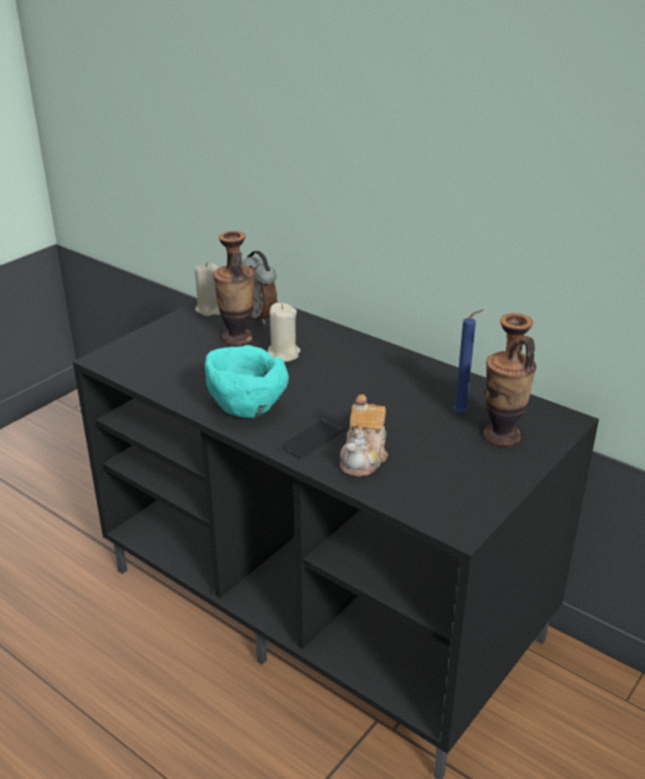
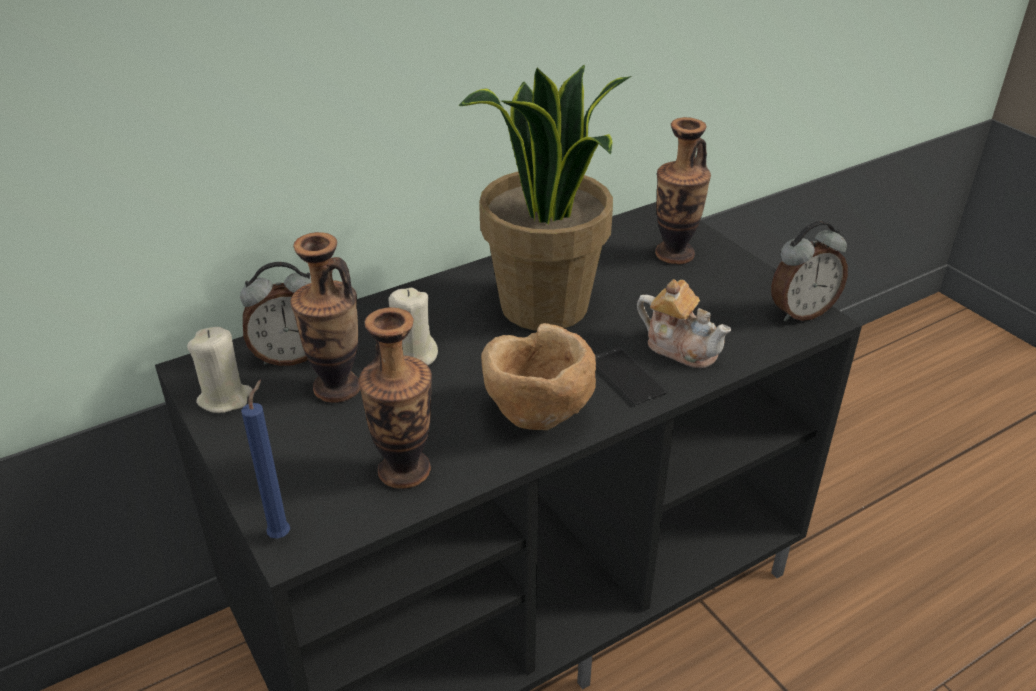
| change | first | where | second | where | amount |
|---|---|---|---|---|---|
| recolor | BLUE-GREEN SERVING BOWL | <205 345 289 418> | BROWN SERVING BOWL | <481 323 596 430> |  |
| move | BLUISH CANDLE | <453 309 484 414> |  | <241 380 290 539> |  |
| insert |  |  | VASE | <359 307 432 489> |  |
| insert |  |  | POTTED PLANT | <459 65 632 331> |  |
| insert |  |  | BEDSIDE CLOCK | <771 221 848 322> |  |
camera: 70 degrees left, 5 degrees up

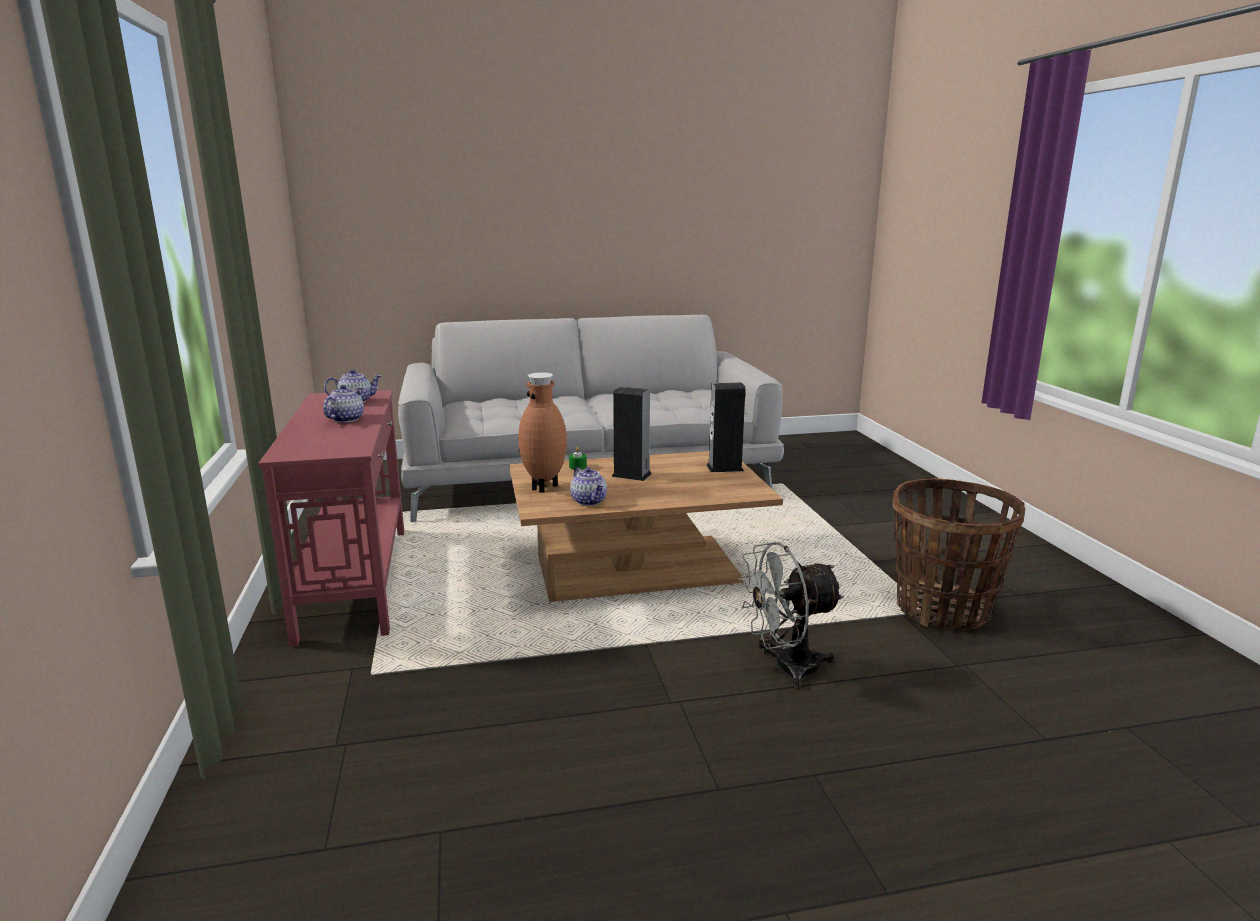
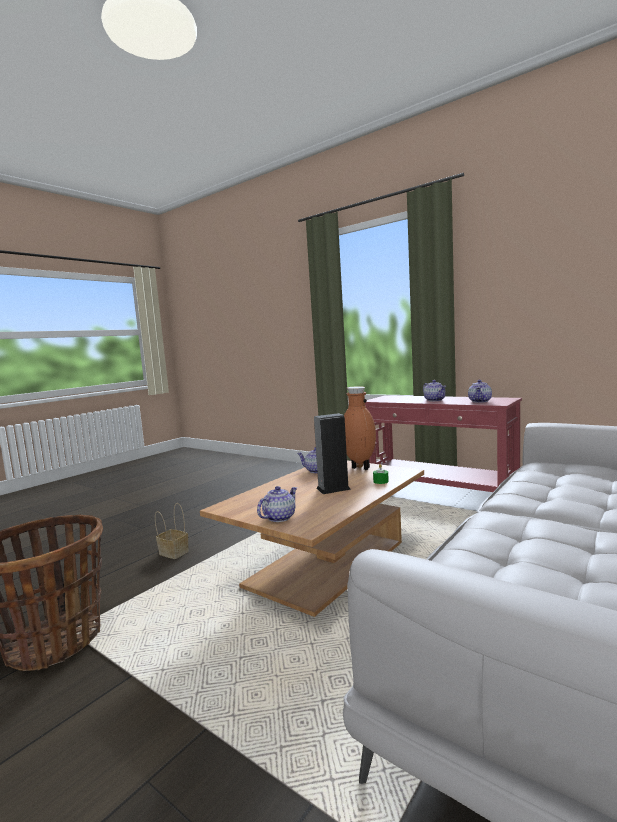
| change | first | where | second | where | amount |
|---|---|---|---|---|---|
| replace | LOUDSPEAKER | <707 383 745 472> | POT FOR TEA | <257 486 297 522> |  |
| replace | GRAY ELECTRIC FAN | <738 542 844 689> | STORAGE BASKET | <155 503 189 559> |  |
camera: 140 degrees right, 10 degrees down

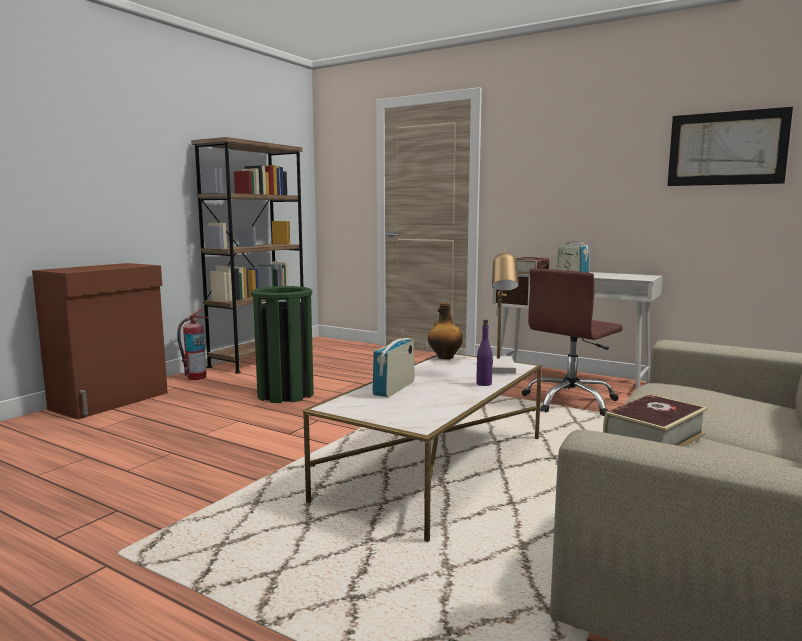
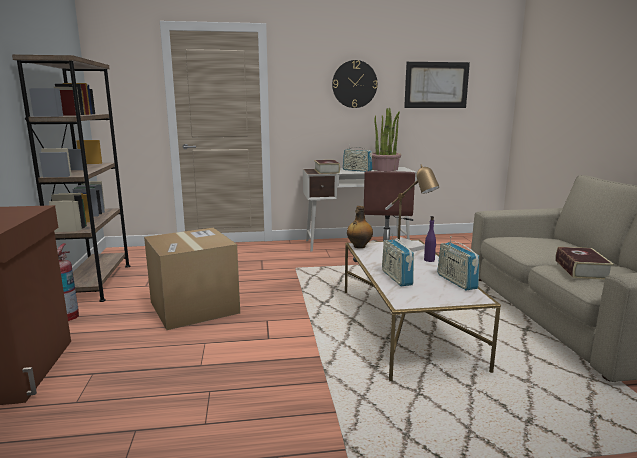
| change | first | where | second | where | amount |
|---|---|---|---|---|---|
| replace | GREENISH WASTE BIN | <251 286 314 403> | CARTON | <144 228 240 330> |  |
| insert |  |  | HANGING CLOCK | <332 60 377 108> |  |
| insert |  |  | POTTED PLANT | <372 108 401 171> |  |
| insert |  |  | RADIO | <437 236 480 291> |  |
camera: 40 degrees left, 5 degrees up

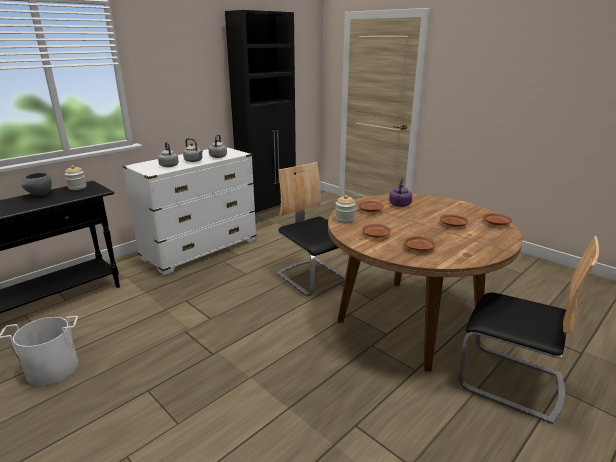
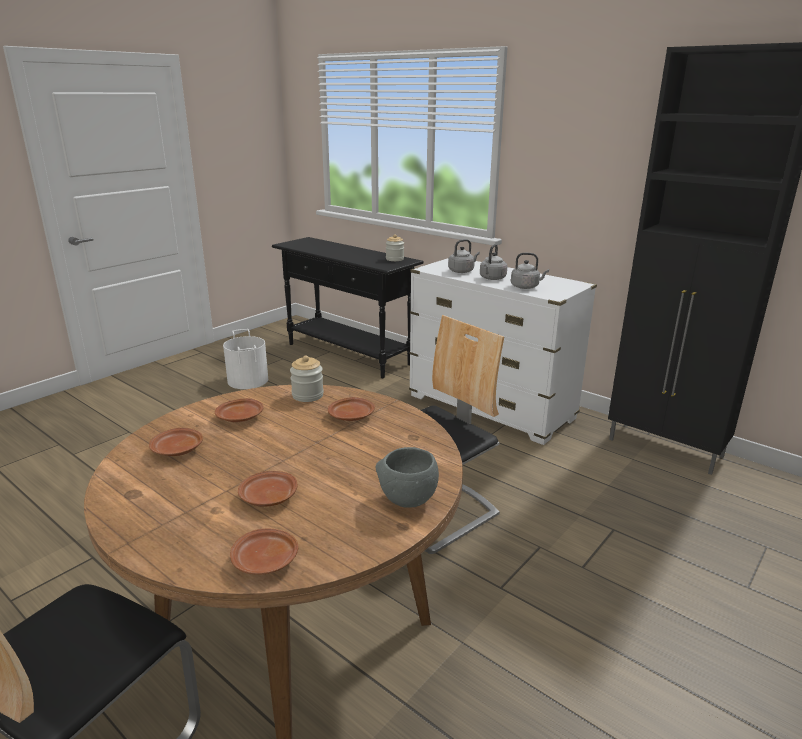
| change | first | where | second | where | amount |
|---|---|---|---|---|---|
| move | GRAY SERVING BOWL | <21 173 52 196> |  | <376 447 439 508> |  |
| delete | PURPLISH KETTLE | <389 177 412 207> |  |  |  |
camera: 85 degrees right, 0 degrees up

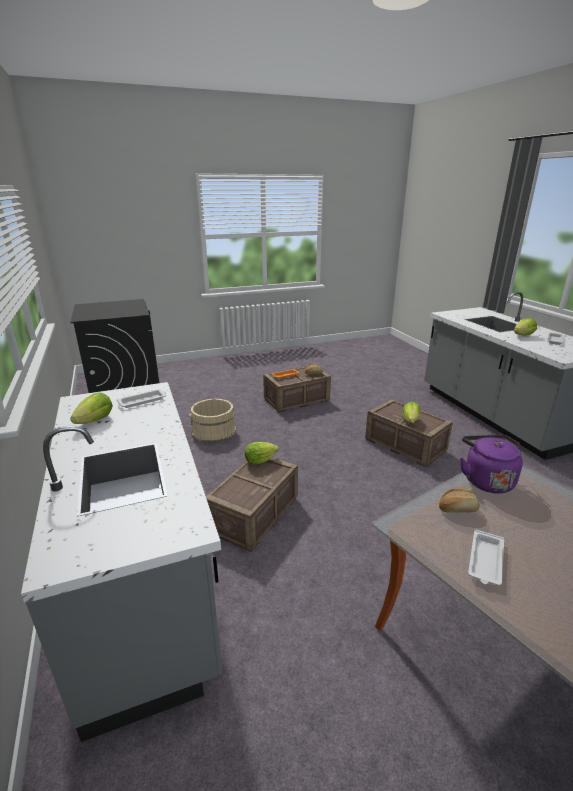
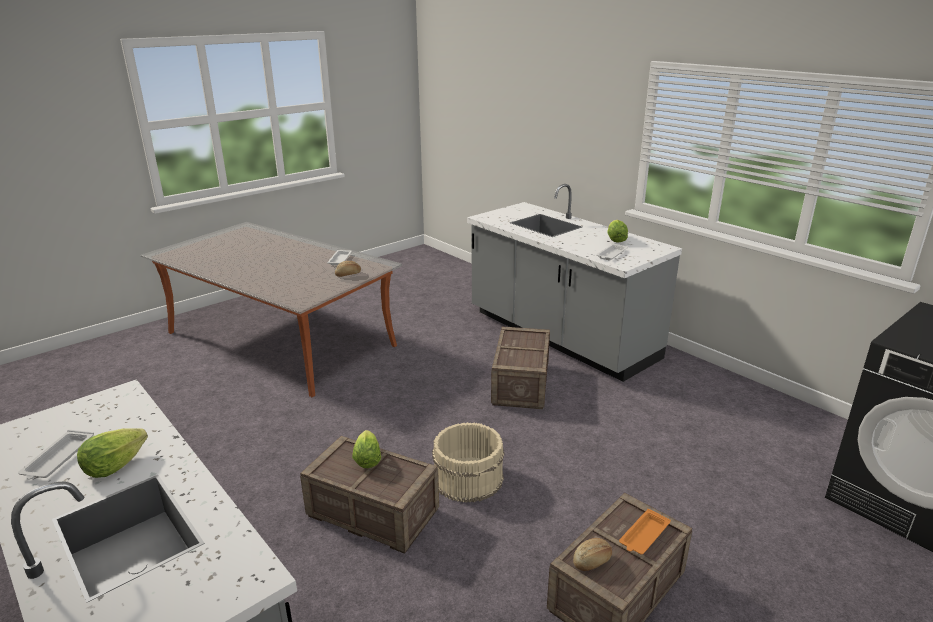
| change | first | where | second | where | amount |
|---|---|---|---|---|---|
| move | BEIGE BUCKET | <189 399 236 443> |  | <432 422 504 503> |  |
| delete | LETTUCE | <245 442 279 465> |  |  |  |
| delete | PURPLISH KETTLE | <460 435 523 493> |  |  |  |
camera: 160 degrees right, 0 degrees up

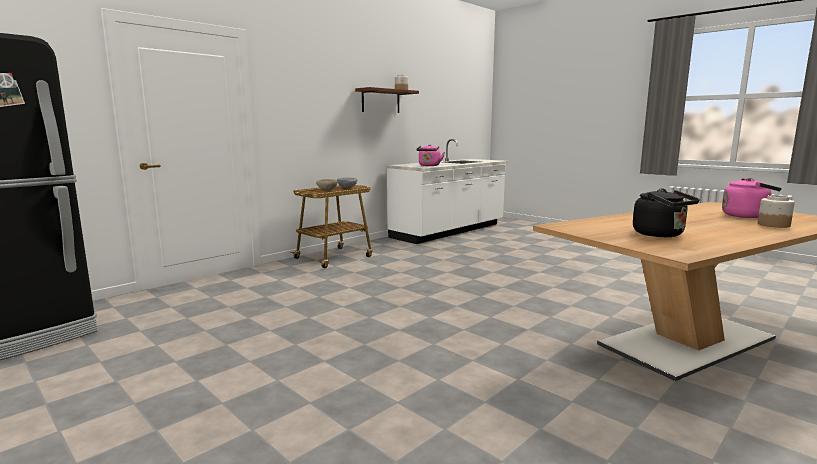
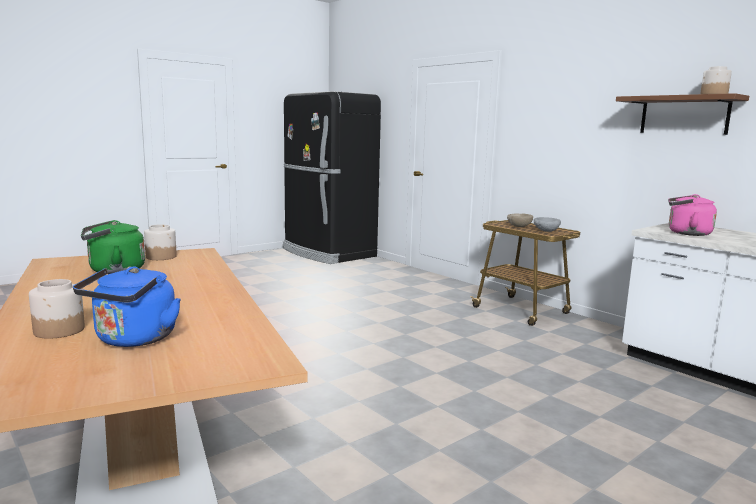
| change | first | where | second | where | amount |
|---|---|---|---|---|---|
| recolor | BLACK KETTLE | <633 188 700 237> | GREENISH KETTLE | <81 220 145 274> |  |
| recolor | PINKISH KETTLE | <722 178 782 218> | BLUISH KETTLE | <73 266 181 347> |  |
| insert |  |  | PRESERVE JAR | <144 224 177 260> |  |
camera: 95 degrees right, 0 degrees up

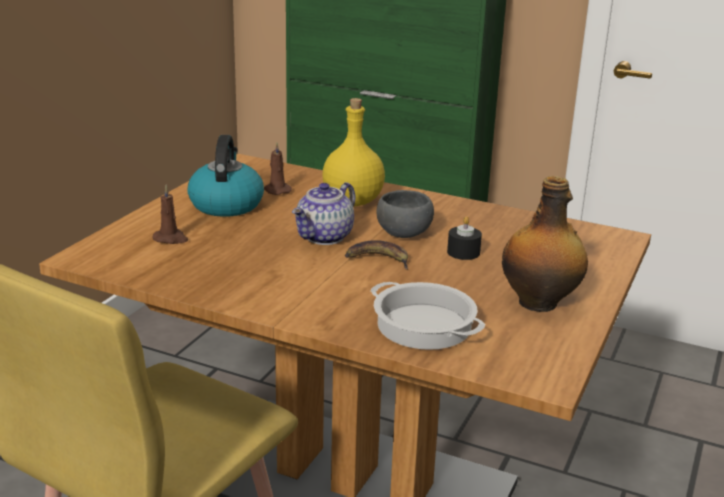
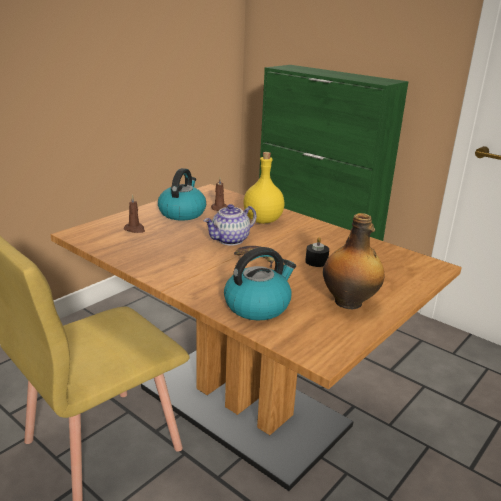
| change | first | where | second | where | amount |
|---|---|---|---|---|---|
| replace | STOCKPOT | <371 282 485 350> | KETTLE | <224 247 296 320> |  |
| delete | GRAY SERVING BOWL | <376 190 434 238> |  |  |  |
camera: 15 degrees right, 0 degrees up

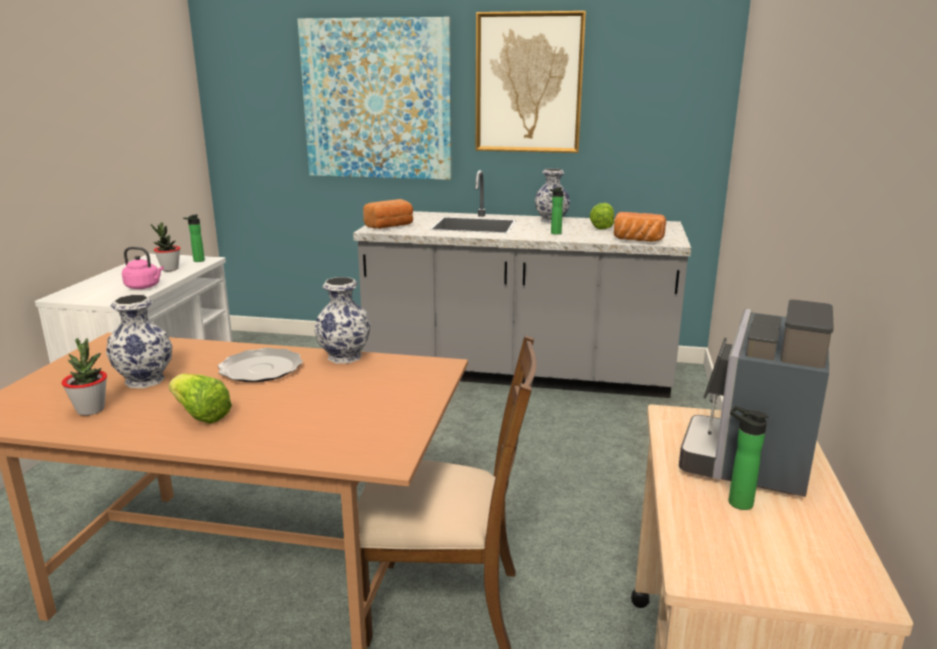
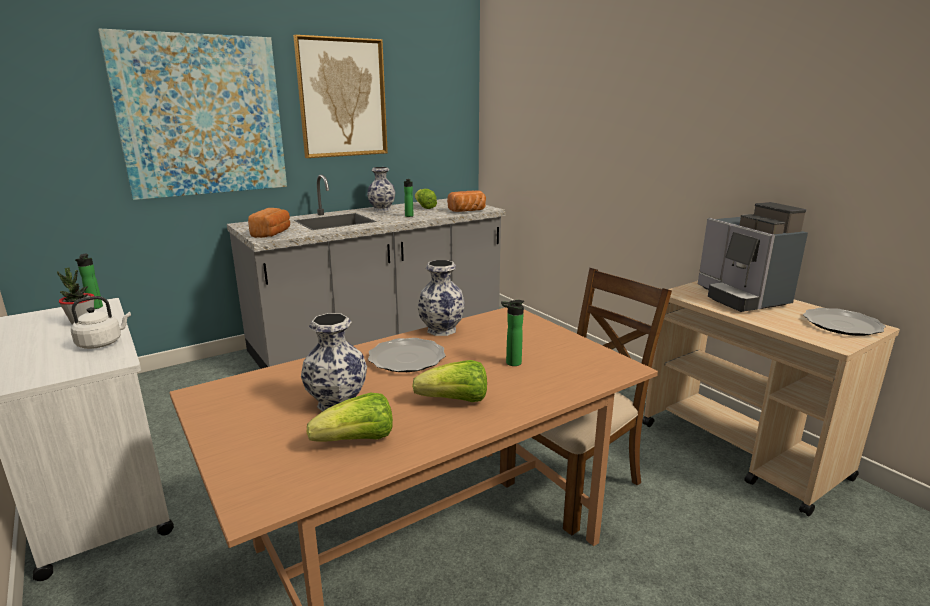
| change | first | where | second | where | amount |
|---|---|---|---|---|---|
| replace | POTTED PLANT | <62 338 107 415> | LETTUCE | <306 392 393 442> |  |
| recolor | PINKISH KETTLE | <122 247 164 289> | WHITISH KETTLE | <71 296 131 349> |  |
| move | DRINK BOTTLE | <729 406 768 510> |  | <501 300 524 366> |  |
| insert |  |  | FLAT DISH | <803 308 886 336> |  |
camera: 45 degrees left, 0 degrees up

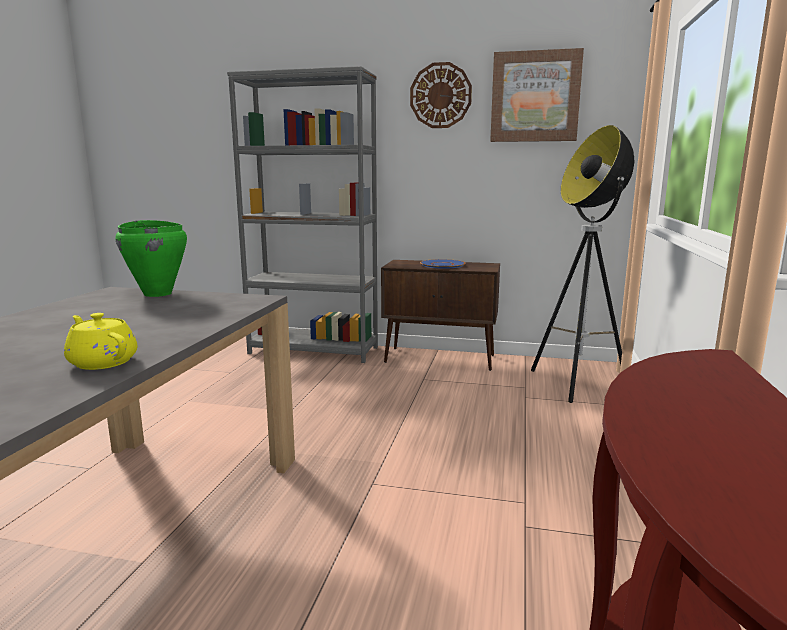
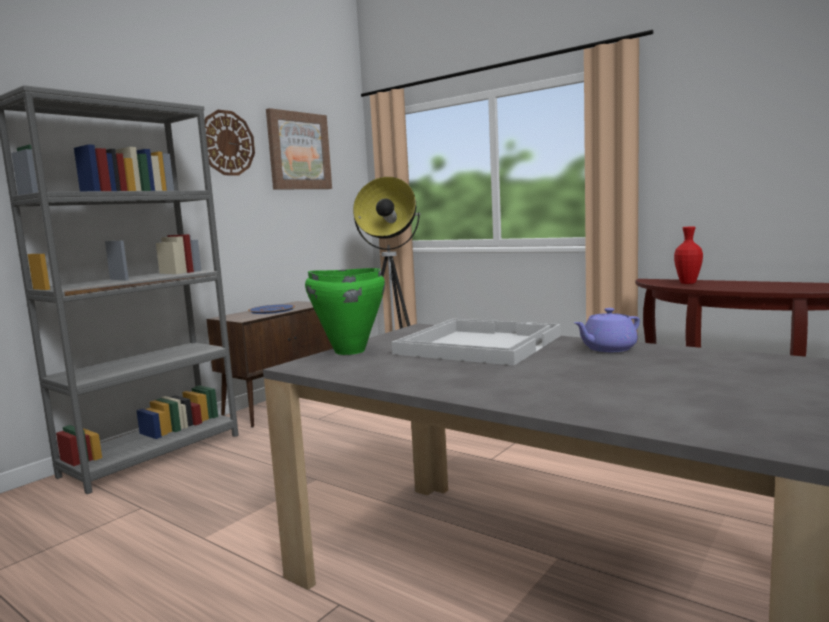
| change | first | where | second | where | amount |
|---|---|---|---|---|---|
| recolor | YELLOW-COLOURED POT FOR TEA | <64 313 137 370> | PURPLISH POT FOR TEA | <574 308 640 352> |  |
| insert |  |  | WHITISH TRAY | <392 319 561 365> |  |
| insert |  |  | REDDISH VASE | <674 227 703 284> |  |
camera: 65 degrees left, 5 degrees down

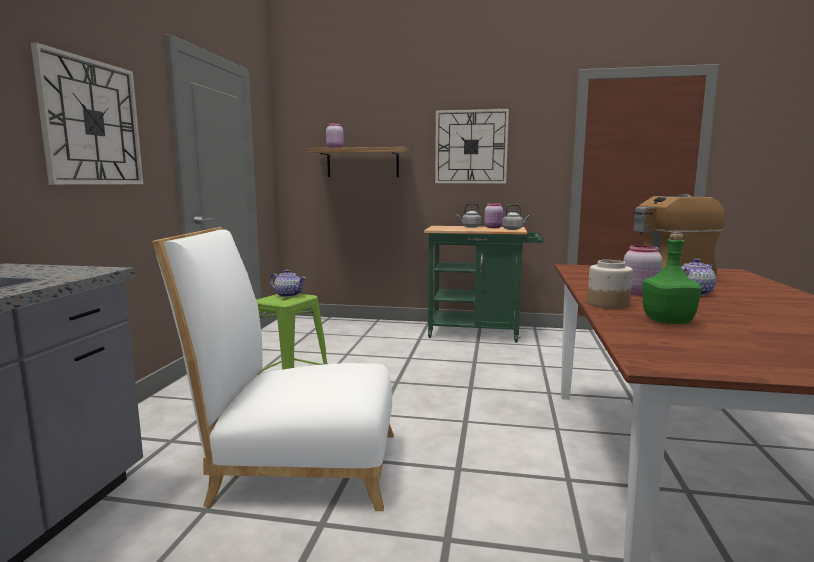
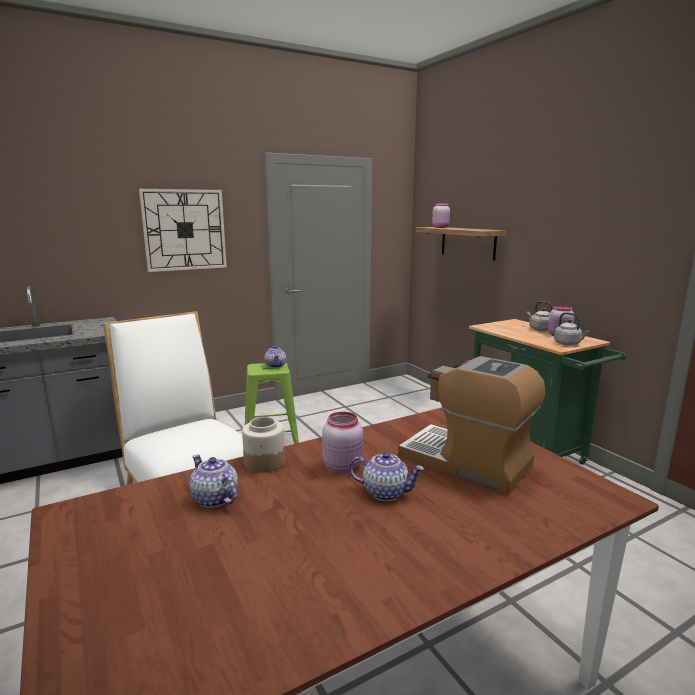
| change | first | where | second | where | amount |
|---|---|---|---|---|---|
| delete | HANGING CLOCK | <435 109 509 183> |  |  |  |
| replace | GREENISH DRINK BOTTLE | <642 232 702 324> | POT FOR TEA | <190 455 238 508> |  |
camera: 50 degrees right, 5 degrees up

